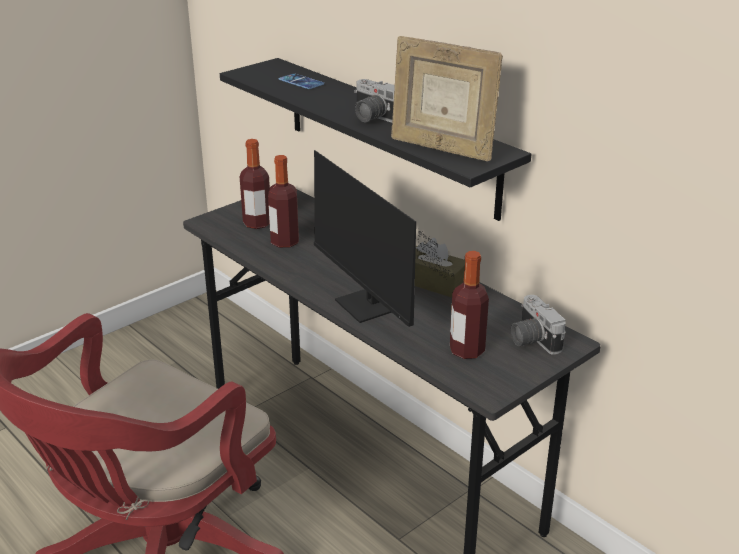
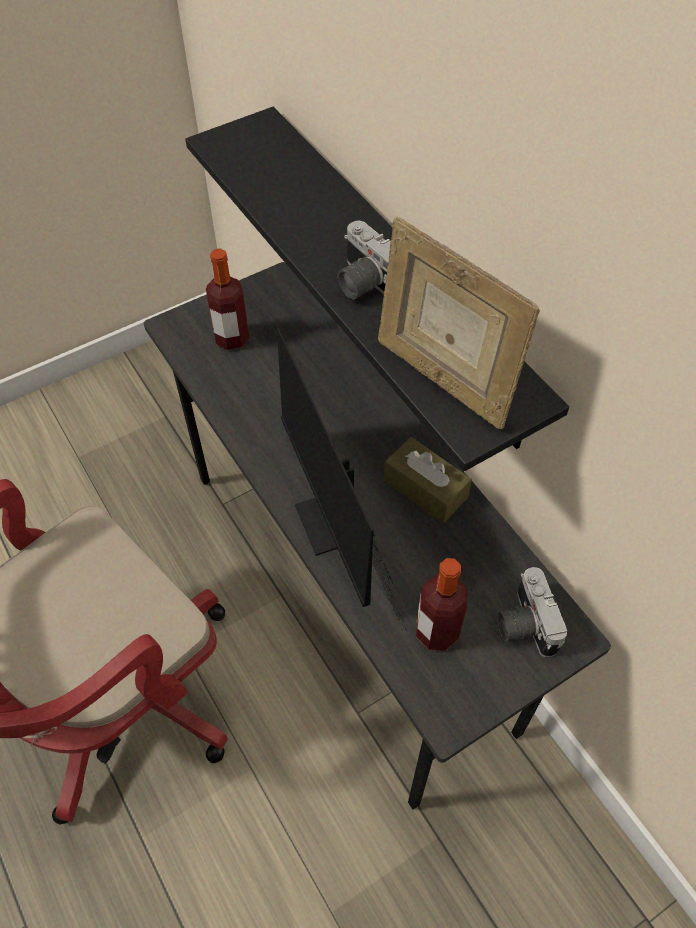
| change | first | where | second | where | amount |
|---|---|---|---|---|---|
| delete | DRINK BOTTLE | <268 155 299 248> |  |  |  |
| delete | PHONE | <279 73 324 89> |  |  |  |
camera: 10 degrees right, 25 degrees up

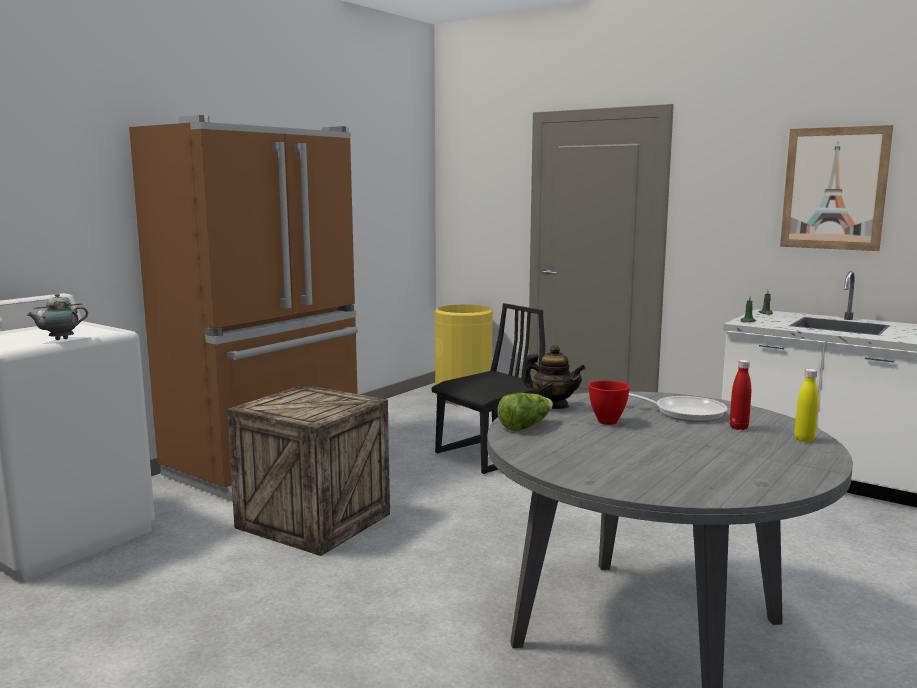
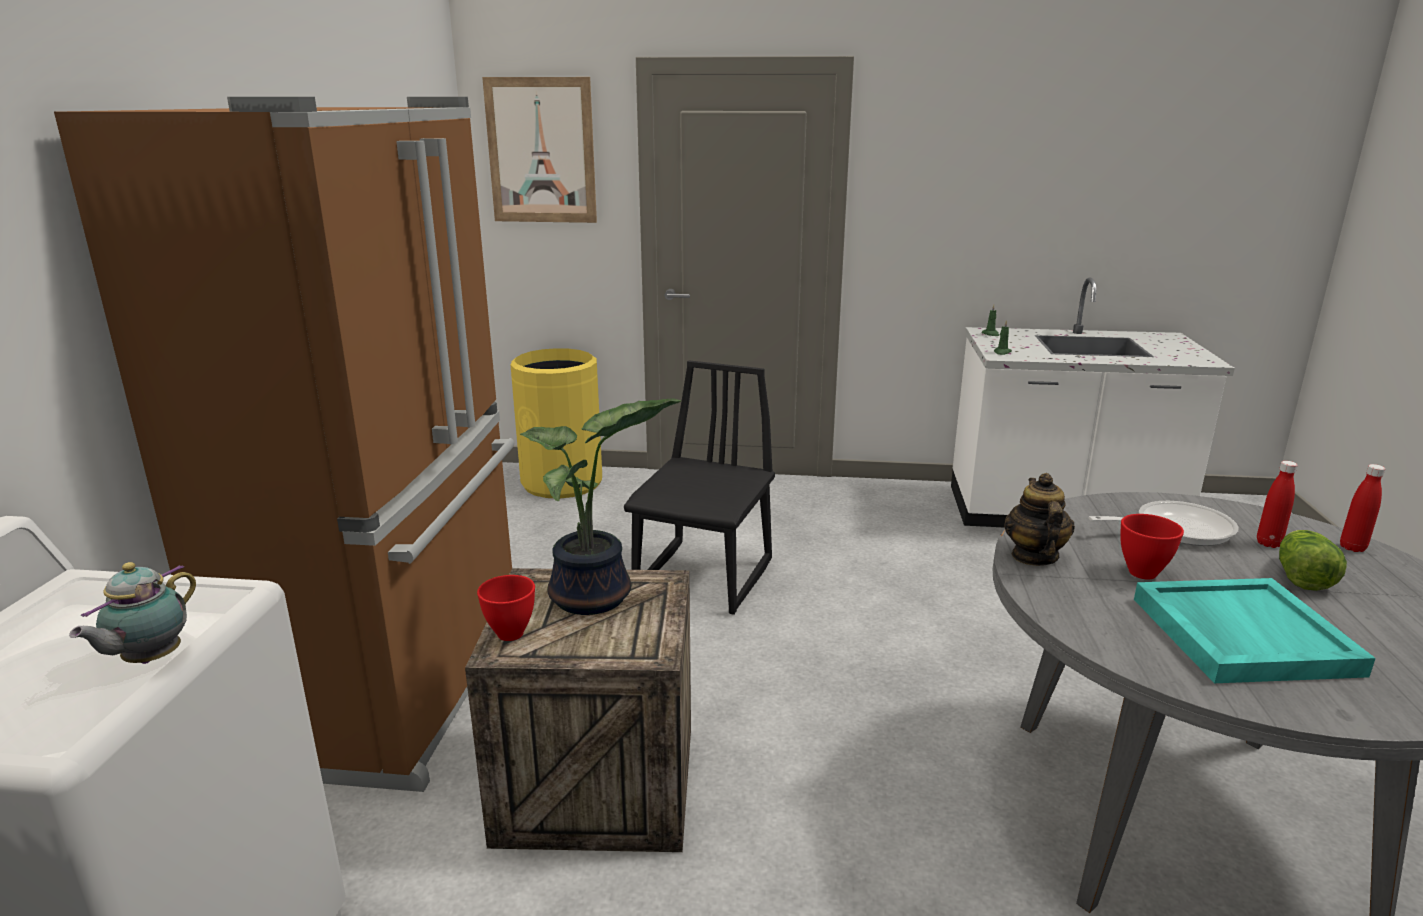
| change | first | where | second | where | amount |
|---|---|---|---|---|---|
| move | LETTUCE | <497 393 553 431> |  | <1279 530 1347 591> |  |
| rotate | POT FOR TEA | <523 345 586 409> |  | <1004 473 1075 566> | 90 degrees counterclockwise |
| move | PICTURE | <780 125 893 251> |  | <482 77 597 223> |  |
| recolor | YELLOW-COLOURED DRINK BOTTLE | <794 369 819 442> | REDDISH DRINK BOTTLE | <1340 464 1385 552> |  |
| insert |  |  | REDDISH SERVING BOWL | <477 575 535 641> |  |
| insert |  |  | POTTED PLANT | <520 398 681 615> |  |
| insert |  |  | BLUE-GREEN TRAY | <1134 578 1376 683> |  |
camera: 30 degrees left, 10 degrees up

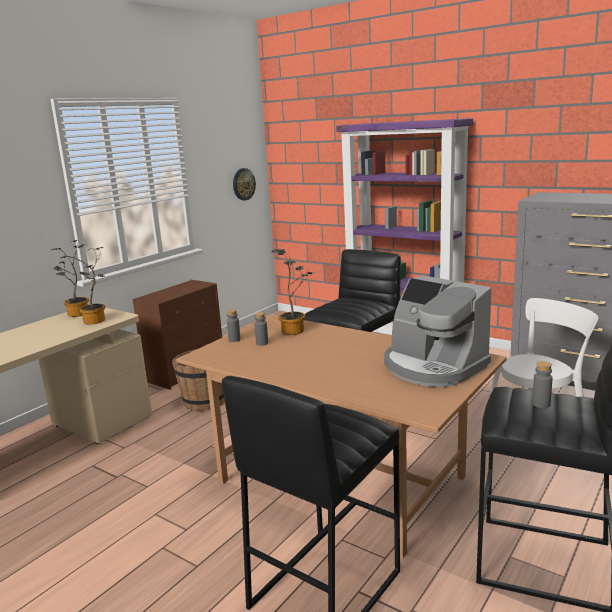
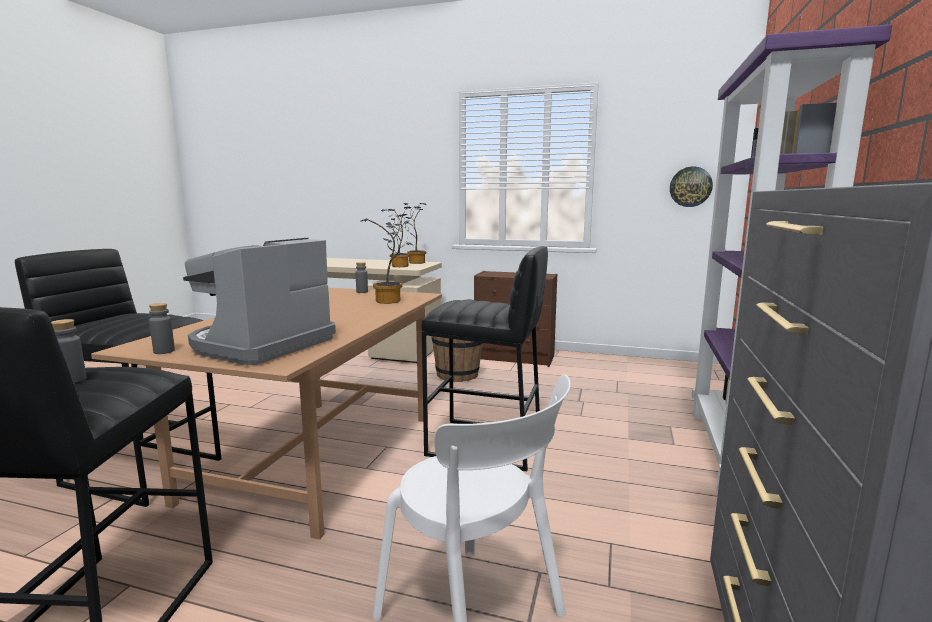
| change | first | where | second | where | amount |
|---|---|---|---|---|---|
| move | GRAY DRINK BOTTLE | <254 312 268 346> |  | <149 303 175 354> |  |
camera: 70 degrees right, 5 degrees down

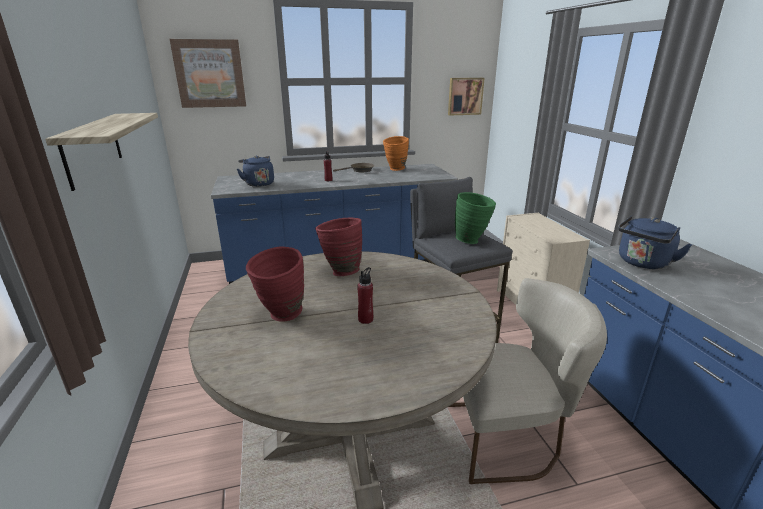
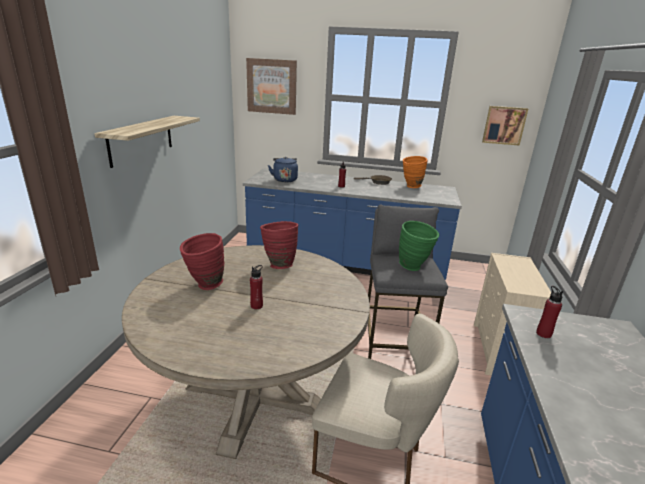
| change | first | where | second | where | amount |
|---|---|---|---|---|---|
| replace | BLUISH KETTLE | <618 216 692 269> | REDDISH DRINK BOTTLE | <536 286 563 338> |  |
camera: 25 degrees right, 0 degrees up

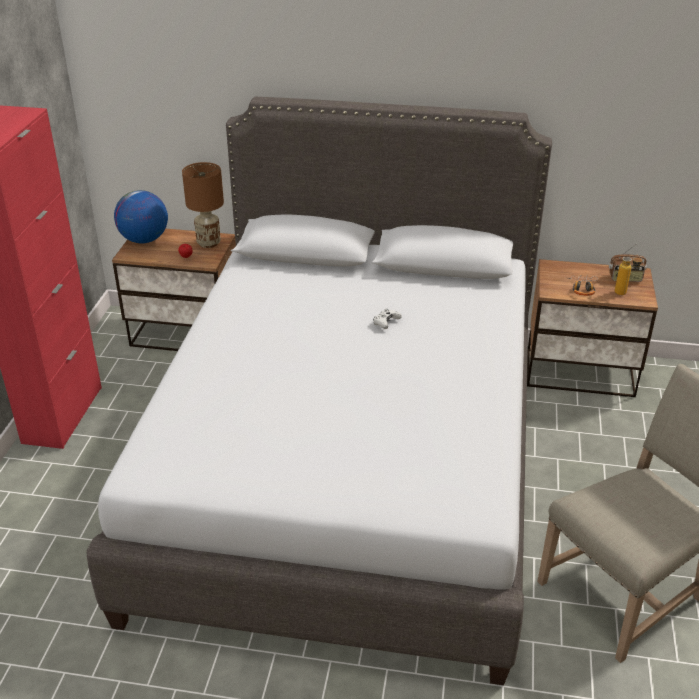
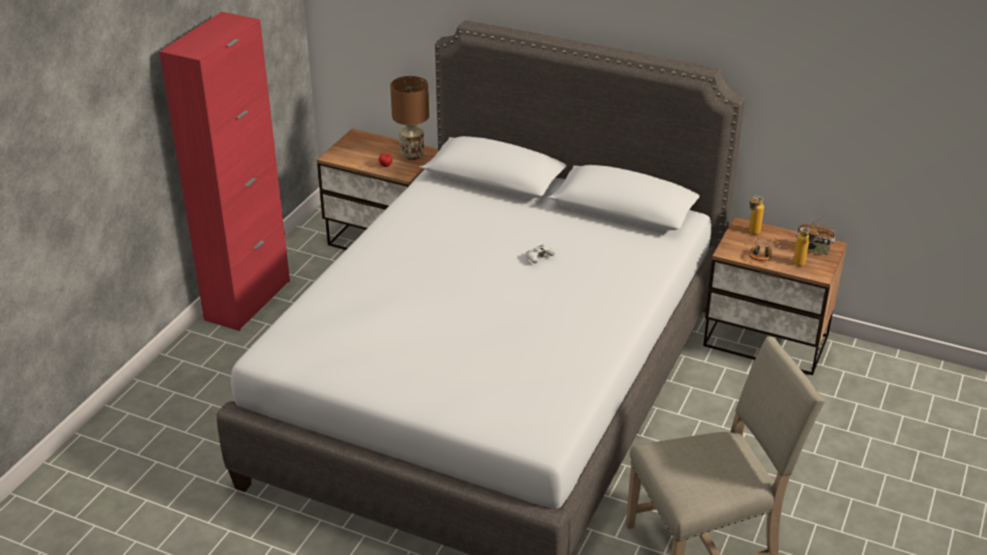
| change | first | where | second | where | amount |
|---|---|---|---|---|---|
| delete | WORLD GLOBE | <114 190 168 243> |  |  |  |
| insert |  |  | DRINK BOTTLE | <749 195 764 235> |  |
camera: 15 degrees right, 0 degrees up

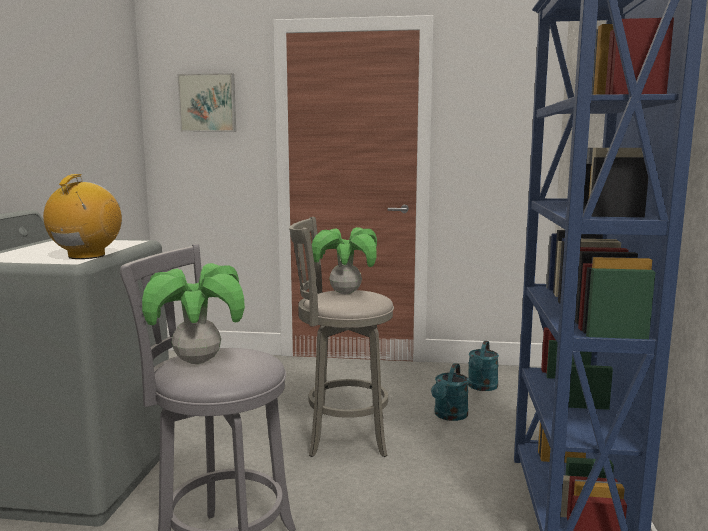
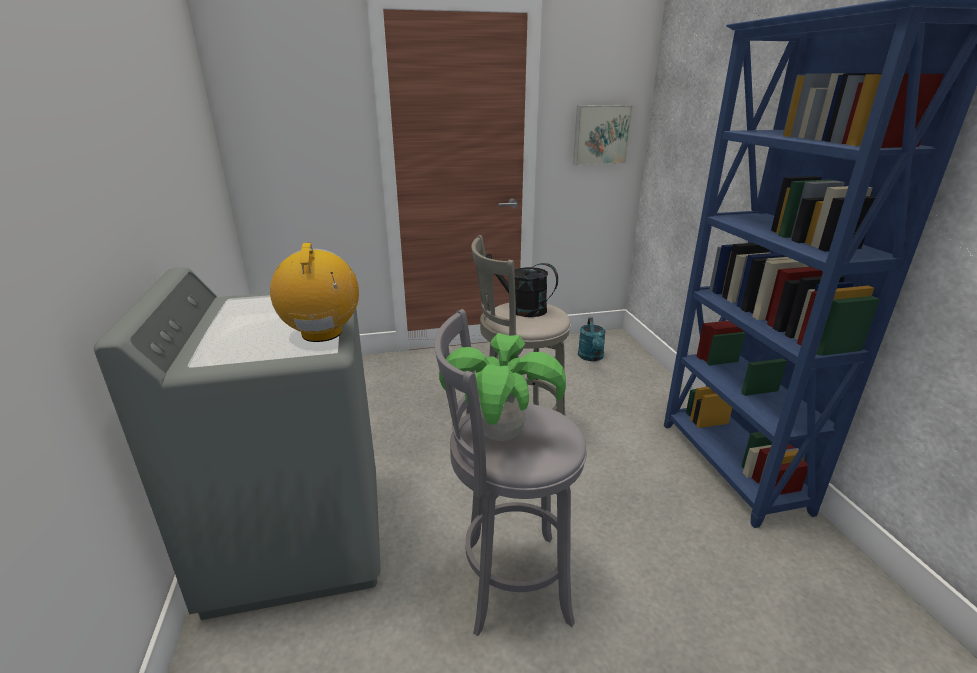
| change | first | where | second | where | amount |
|---|---|---|---|---|---|
| move | PICTURE | <177 73 236 132> |  | <573 105 633 165> |  |
| replace | POTTED PLANT | <312 227 377 294> | BLACK WATERING POT | <486 254 558 317> |  |
| delete | BLUE-GREEN WATERING POT | <431 363 469 421> |  |  |  |
camera: 20 degrees left, 15 degrees up

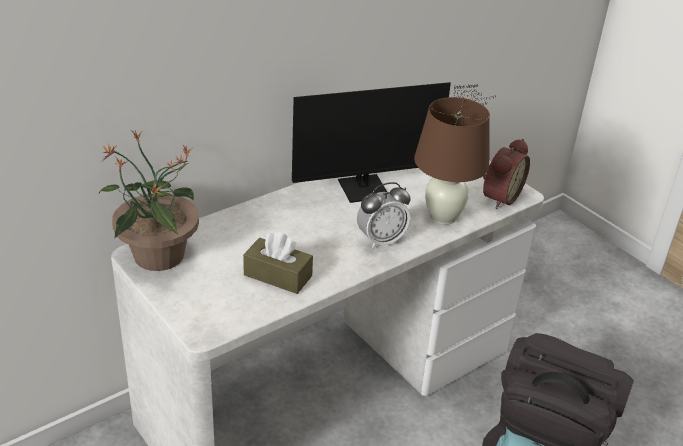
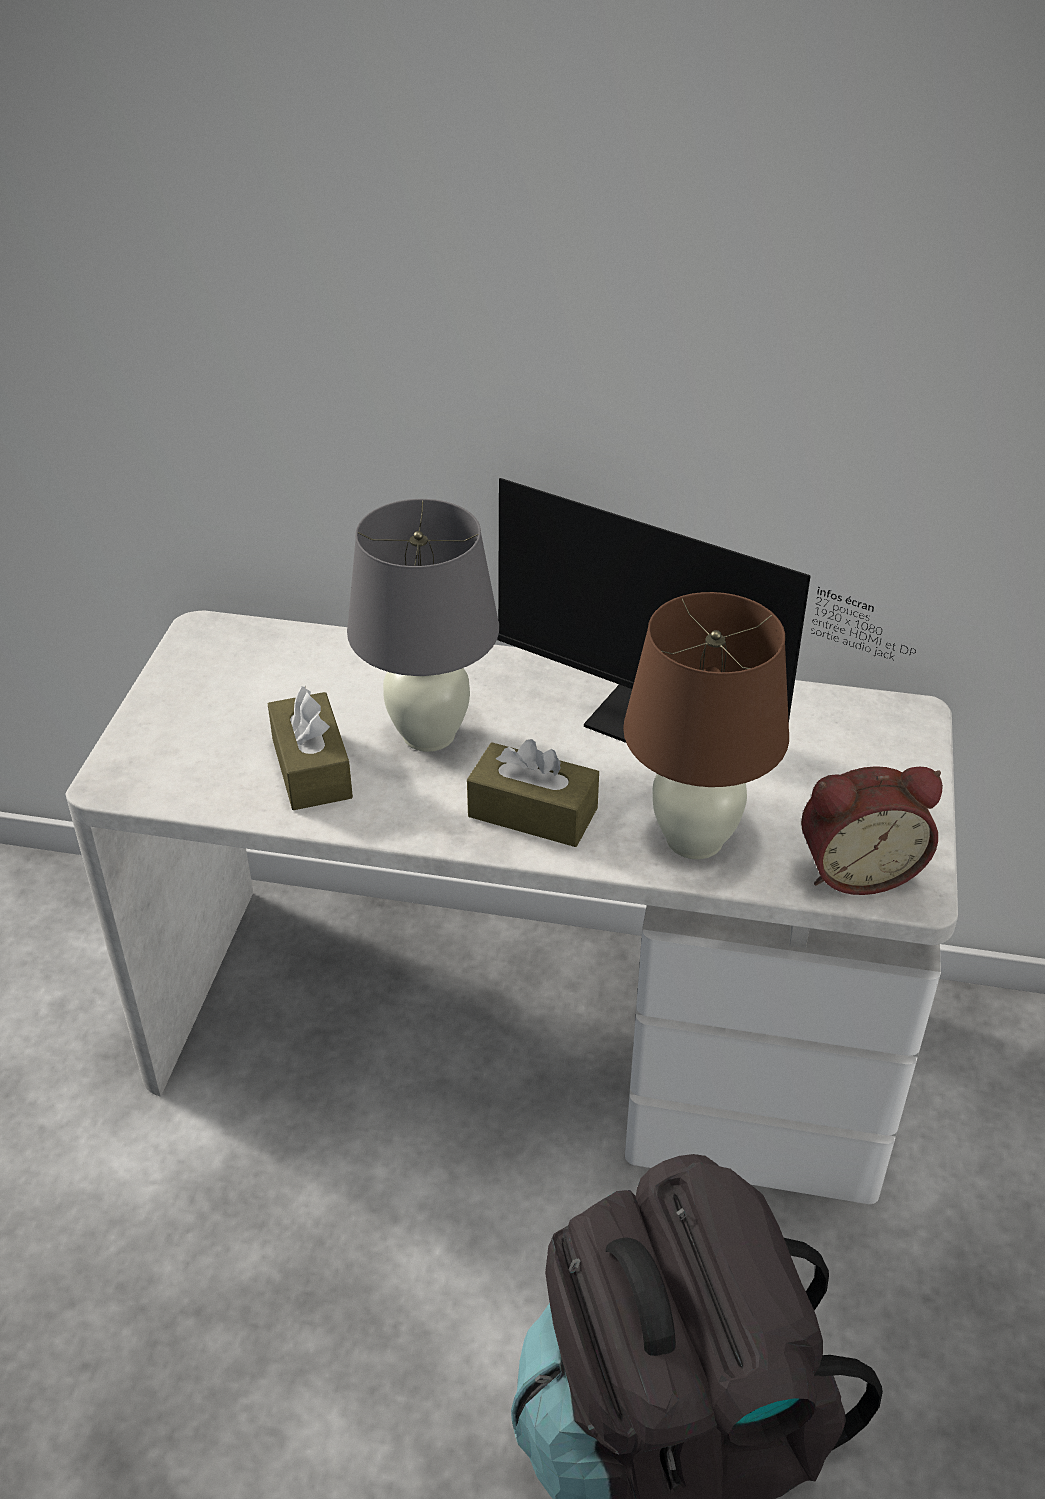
| change | first | where | second | where | amount |
|---|---|---|---|---|---|
| delete | POTTED PLANT | <99 130 199 271> |  |  |  |
| replace | BEDSIDE CLOCK | <357 182 411 249> | BROWN BOX OF TISSUES | <467 739 599 847> |  |
| insert |  |  | GRAY TABLE LAMP | <347 499 499 752> |  |
camera: 50 degrees right, 5 degrees up

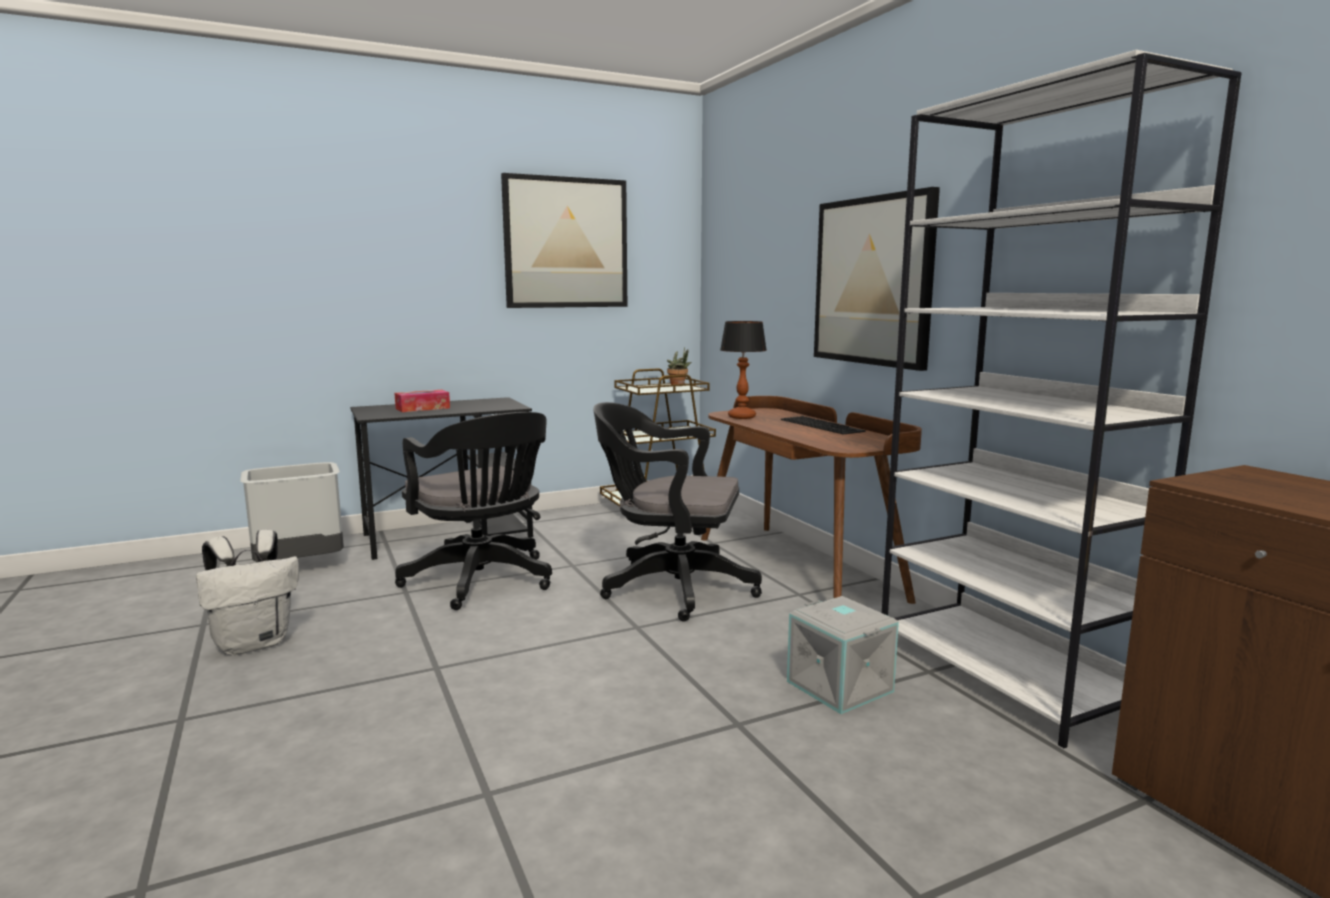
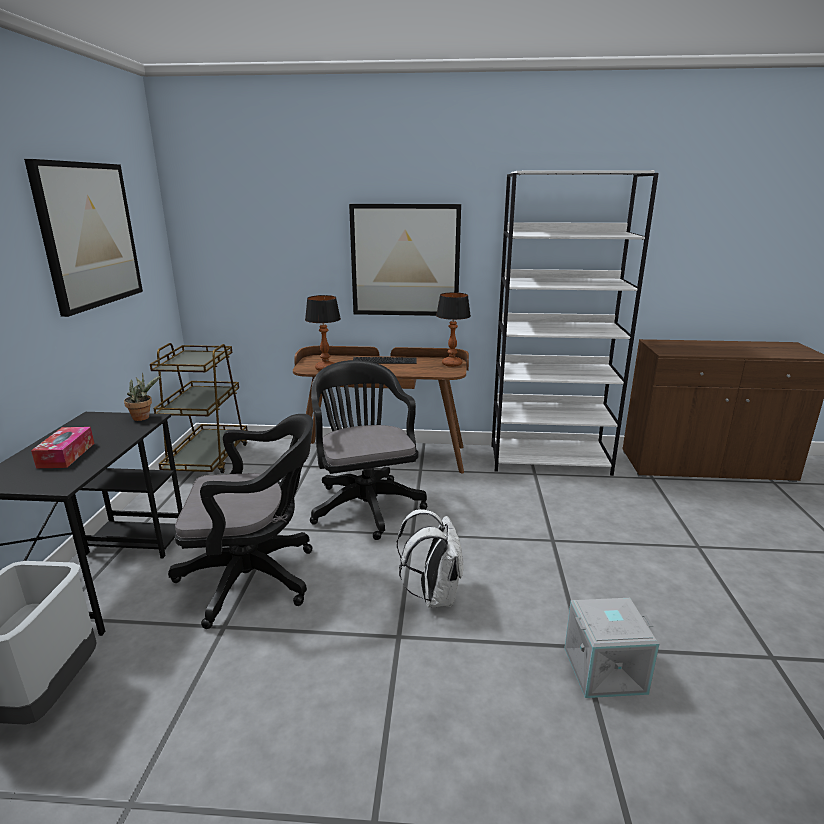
| change | first | where | second | where | amount |
|---|---|---|---|---|---|
| move | WHITISH BACKPACK | <196 529 299 655> |  | <397 509 463 607> |  |
| rotate | BLACK COMPUTER CHAIR | <593 402 762 622> |  | <310 360 428 540> | 120 degrees clockwise |
| move | POTTED PLANT | <667 347 691 385> |  | <124 373 161 421> |  |
| move | GRAY STORAGE CONTAINER | <787 596 899 714> |  | <564 598 659 698> |  |
| insert |  |  | TABLE LAMP | <436 292 471 367> |  |
camera: 60 degrees left, 10 degrees up

